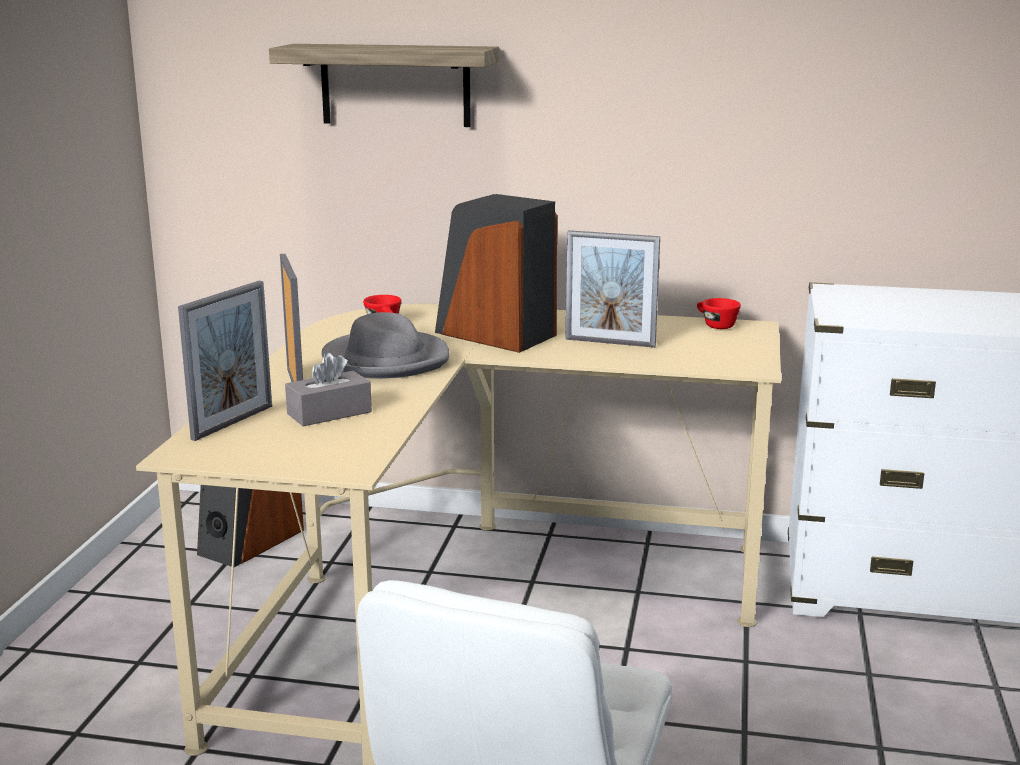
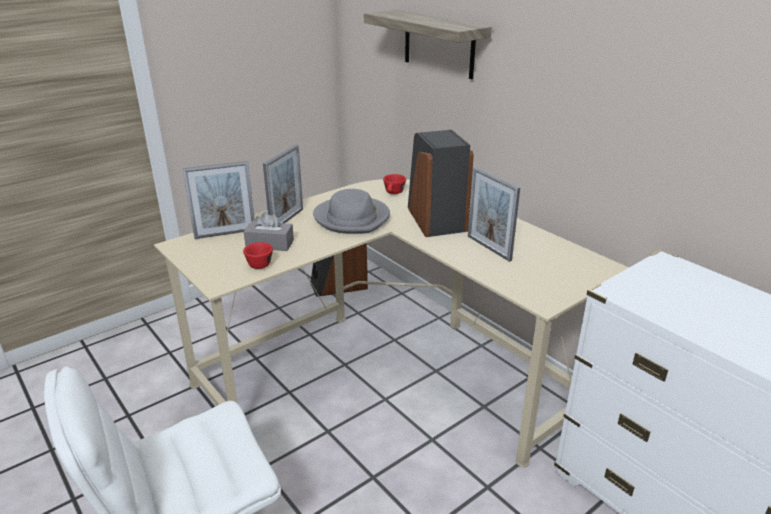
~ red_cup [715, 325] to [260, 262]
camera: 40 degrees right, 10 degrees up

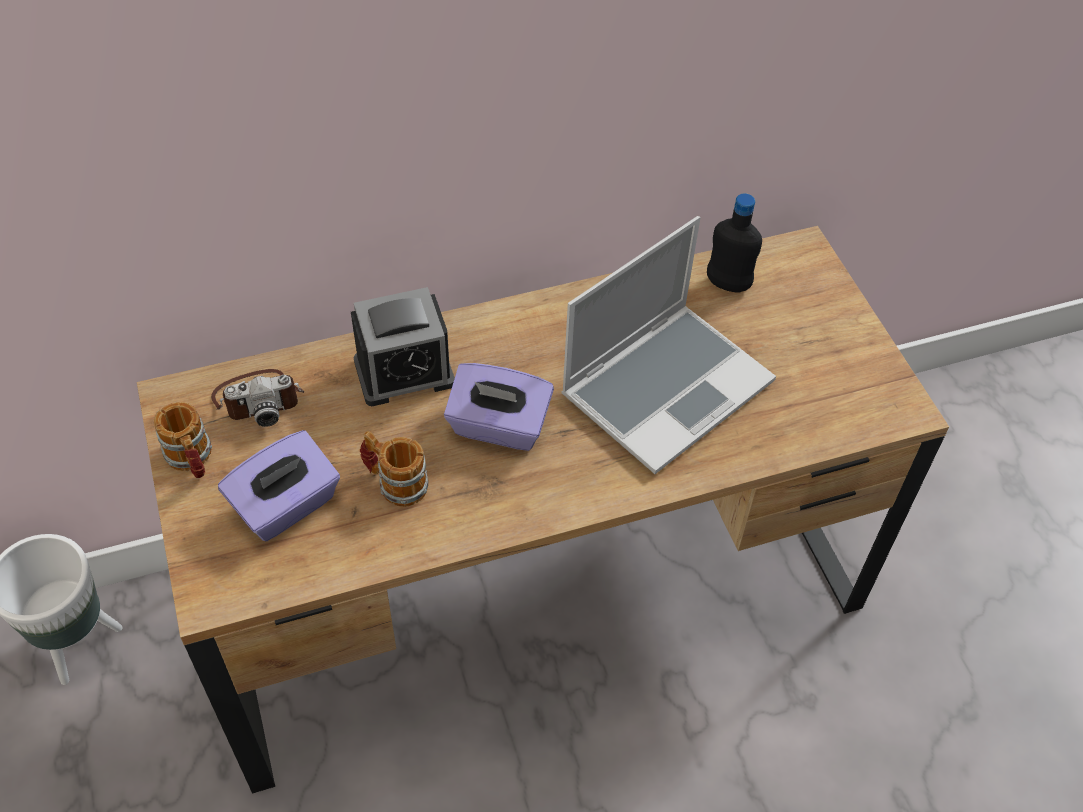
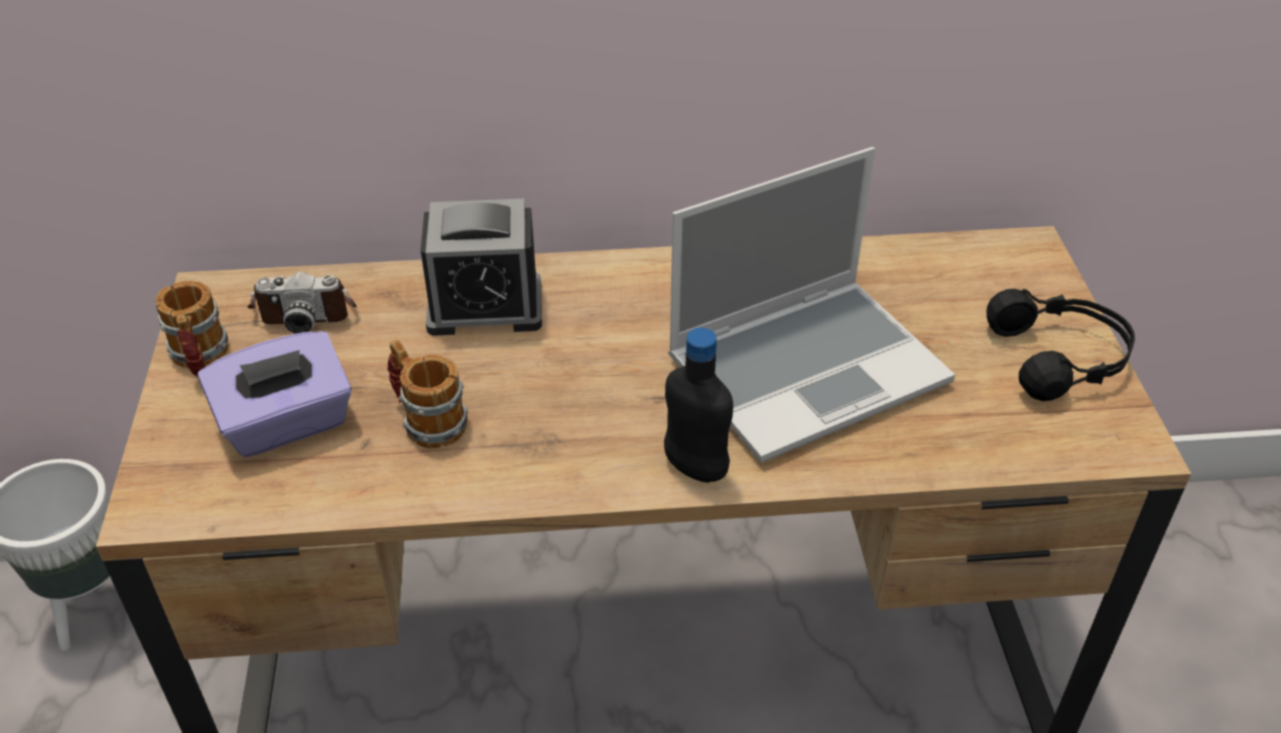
~ black_bottle [727, 284] to [695, 468]
+ black_headphones [1060, 358]
- purple_tissue_box [498, 427]
camera: 15 degrees right, 10 degrees down

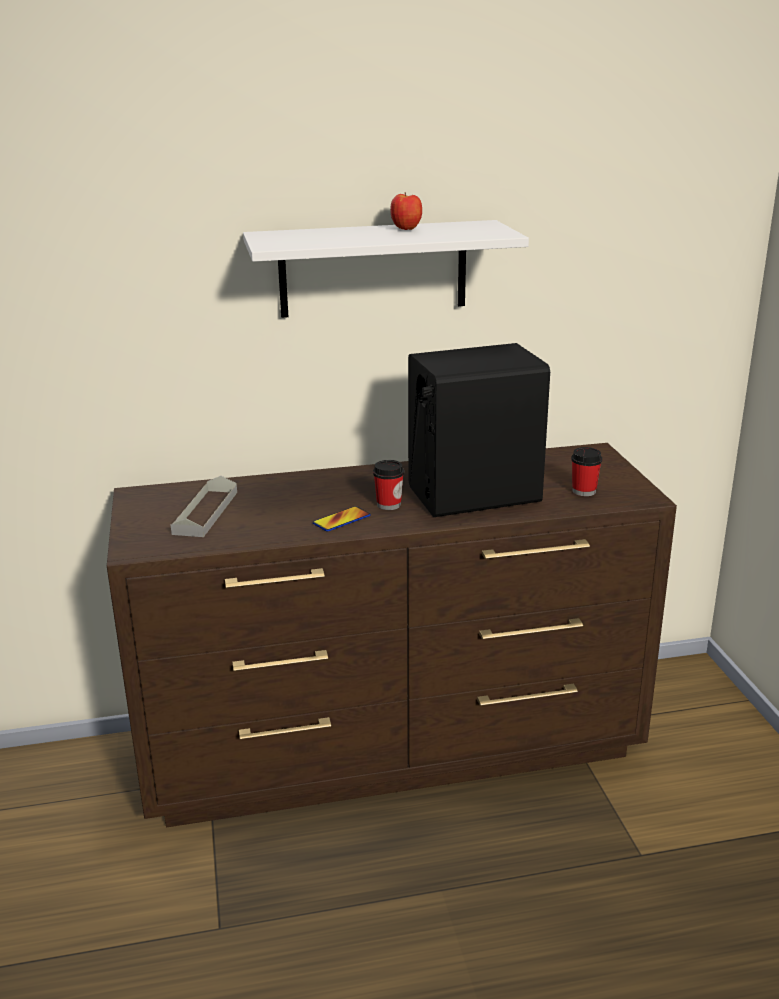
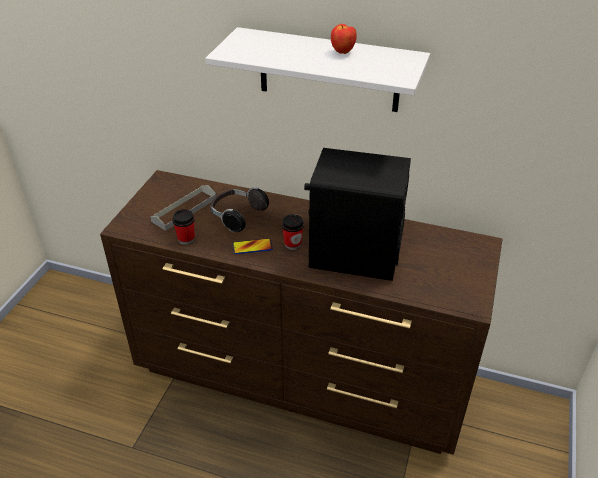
~ cup [584, 491] to [186, 239]
+ headphones [237, 216]
camera: 30 degrees right, 15 degrees up

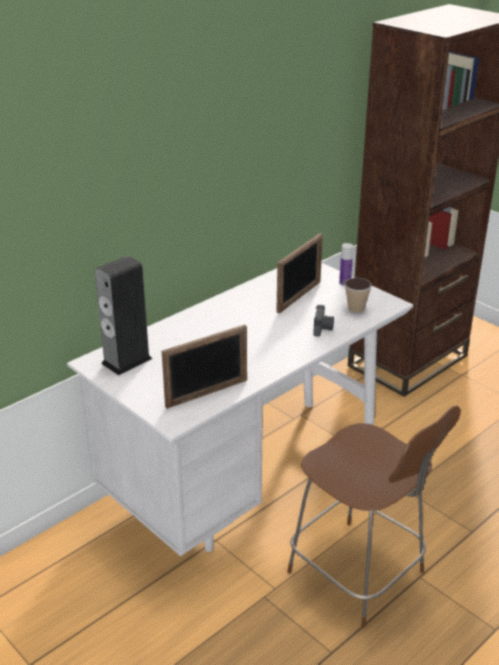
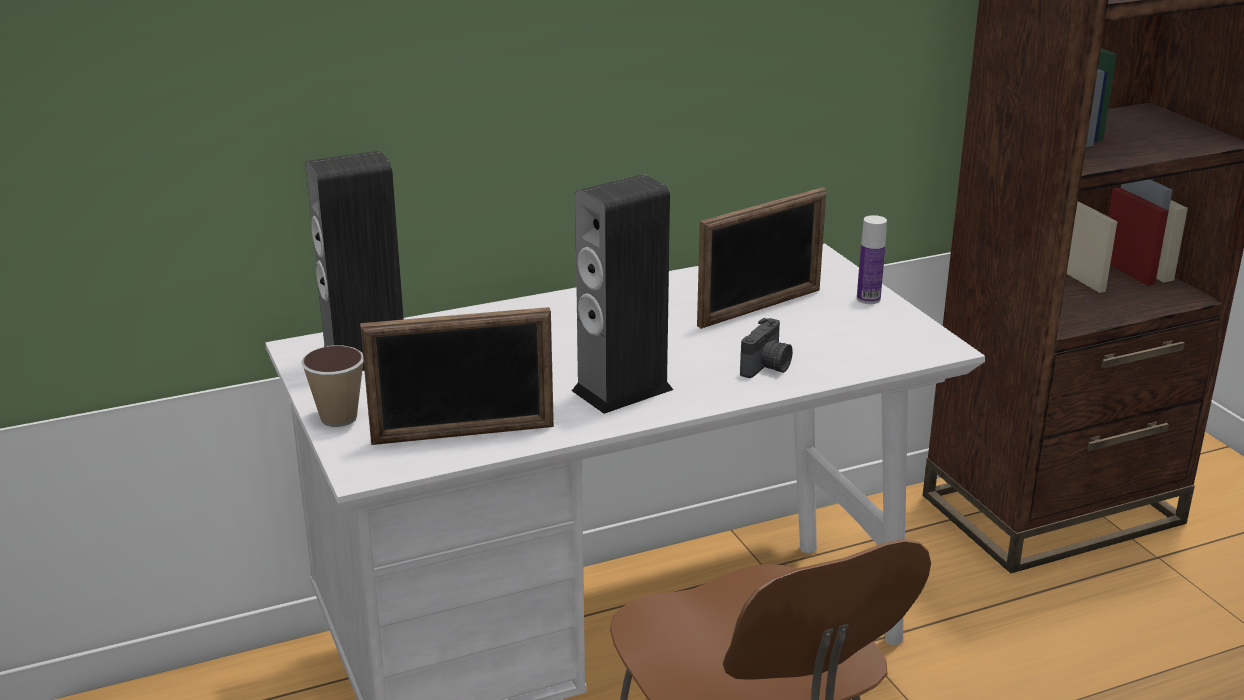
~ cup [356, 309] to [338, 418]
+ speaker [622, 390]
camera: 20 degrees right, 5 degrees down

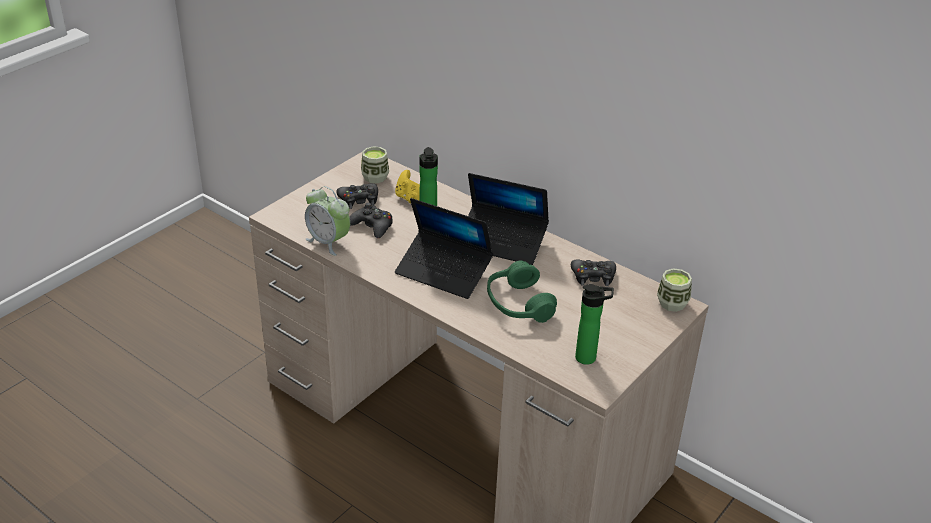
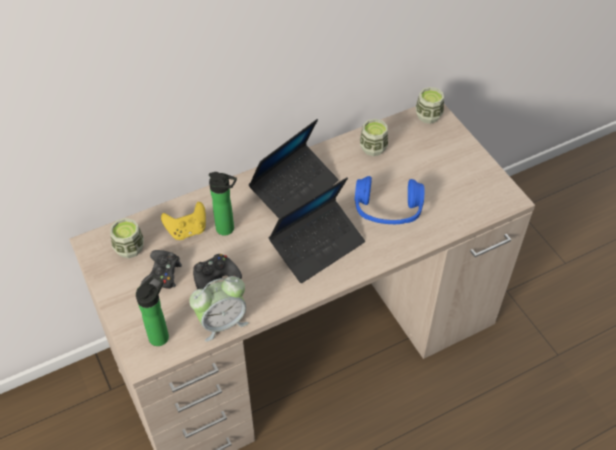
~ bottle [589, 358] to [161, 335]
~ green_headphones [518, 304] to blue_headphones [388, 210]
~ black_game_controller [593, 277] to cup [373, 148]
camera: 65 degrees left, 15 degrees up

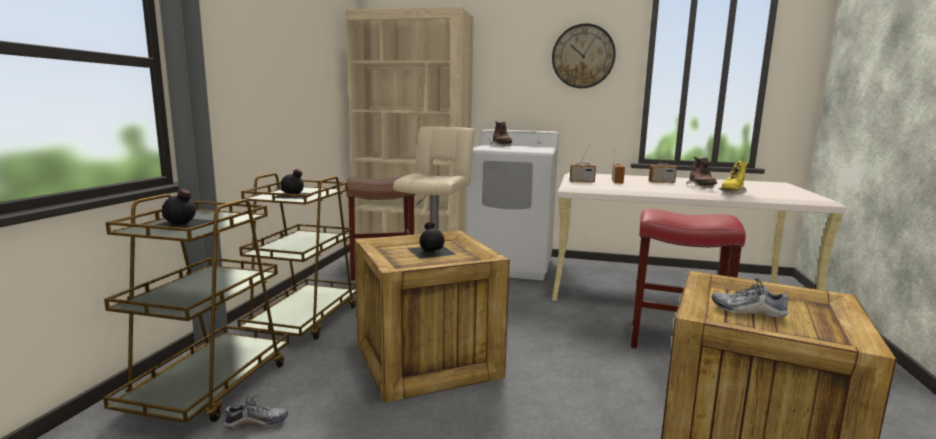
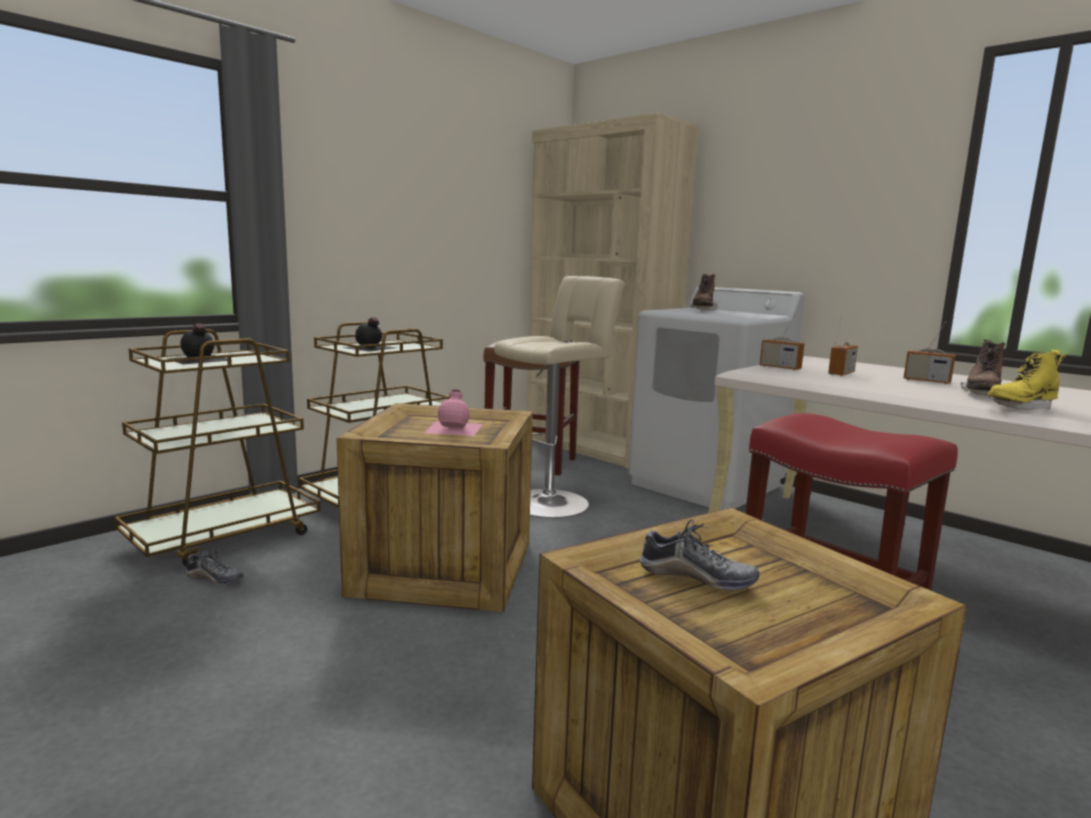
~ black_bottle [431, 251] to pink_bottle [455, 428]
~ shoe [748, 311] = [696, 577] 150 degrees clockwise
- wall_clock [583, 56]
camera: 30 degrees right, 0 degrees up

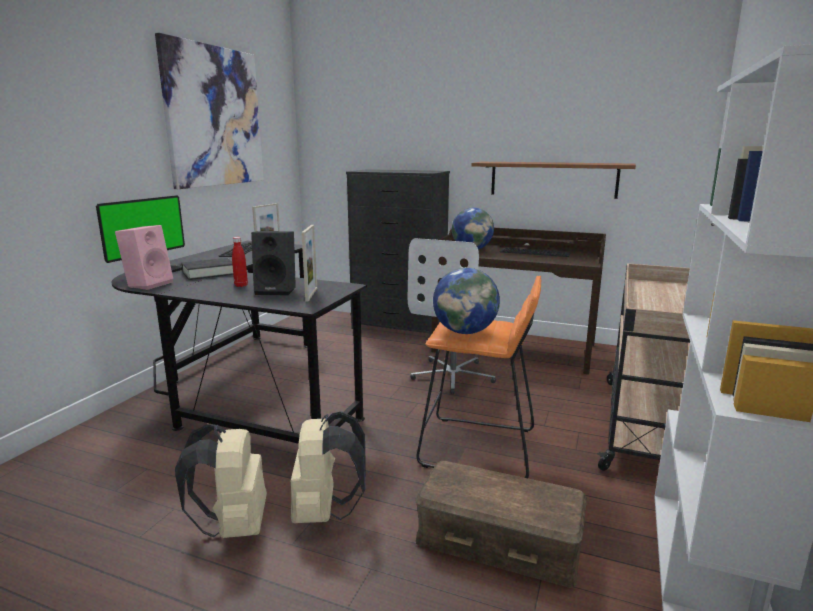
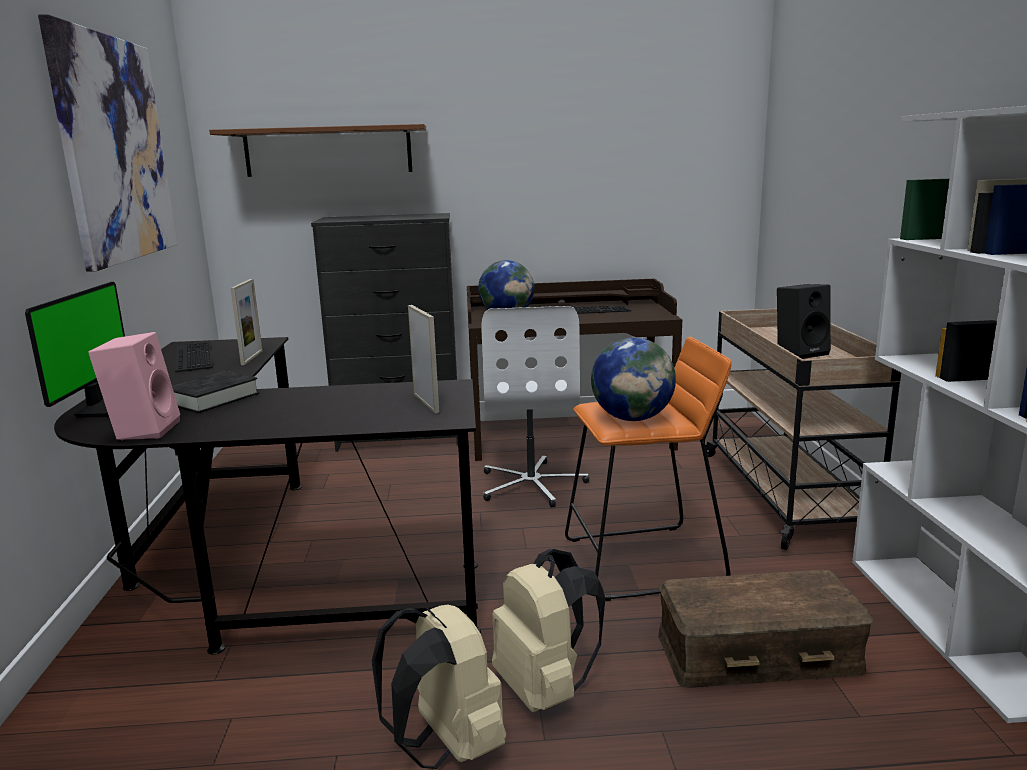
~ brown_shelf [553, 179] to [328, 151]
~ black_speaker [277, 290] to [800, 352]
- red_bottle [241, 285]
camera: 25 degrees left, 0 degrees up

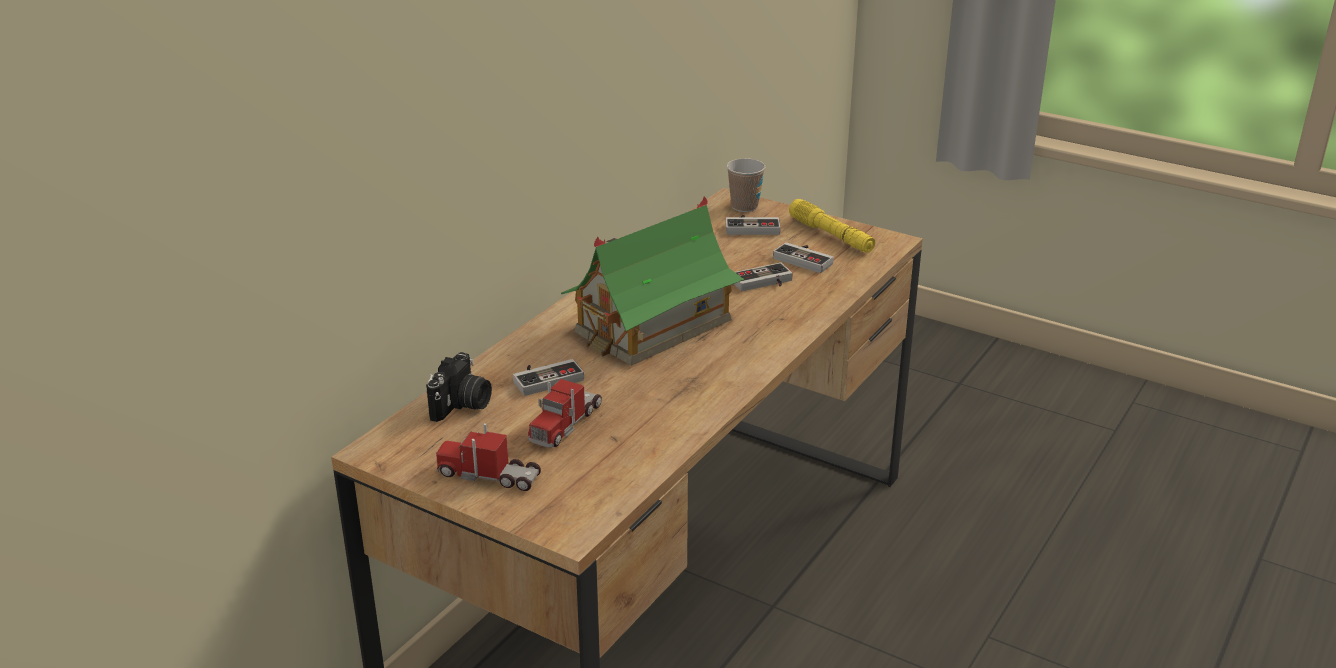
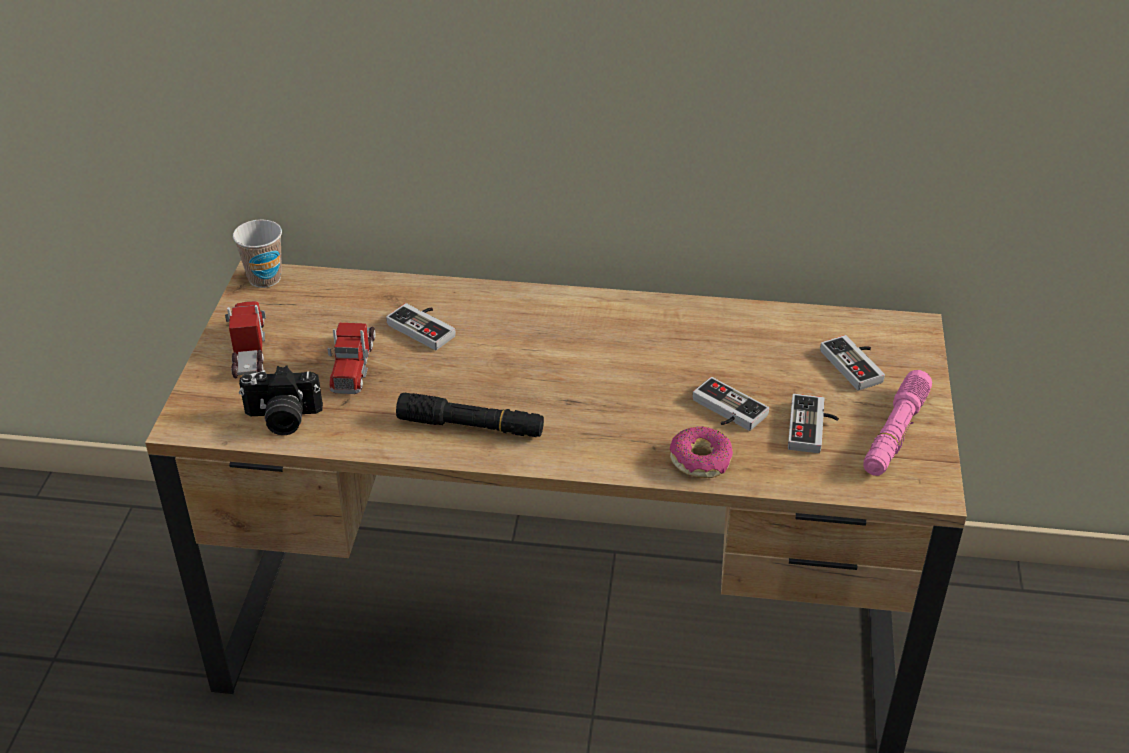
~ cup [744, 206] to [265, 278]
~ photo_camera [462, 405] to [282, 419]
~ toy_truck [565, 424] = [354, 364] 90 degrees counterclockwise
+ black_flashlight [471, 426]
+ donut [700, 460]
~ yellow_flashlight [831, 235] to pink_flashlight [895, 433]
- toy_house [652, 326]
camera: 65 degrees right, 10 degrees up

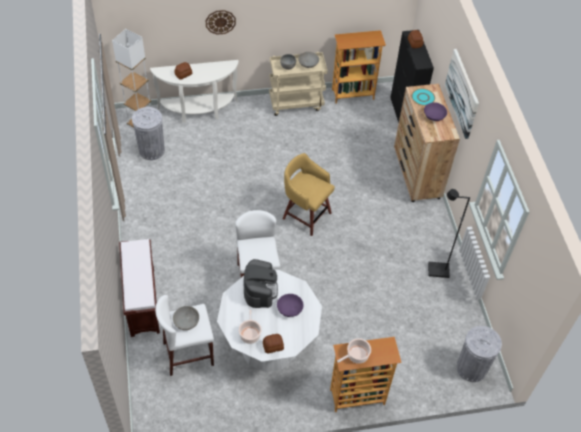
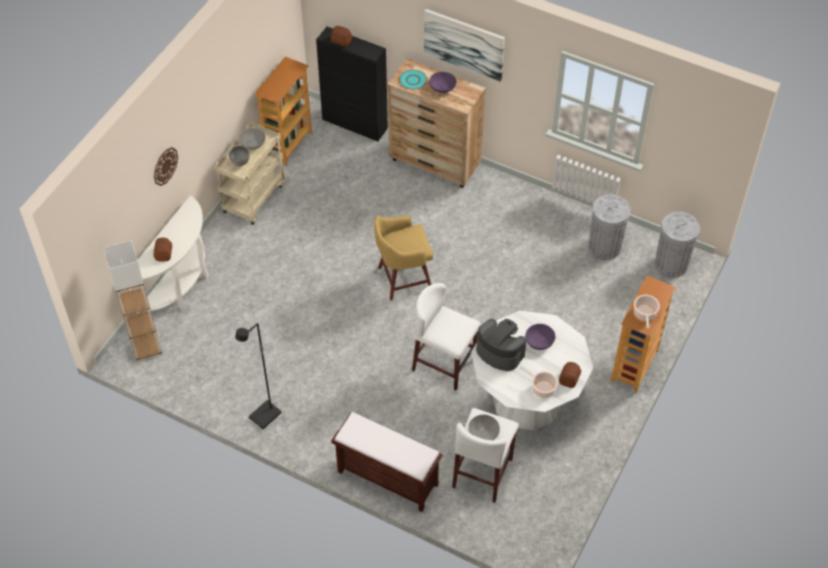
~ black_floor_lamp [438, 271] to [265, 416]
~ grey_trash_can [151, 150] to [604, 247]
camera: 50 degrees left, 0 degrees up

